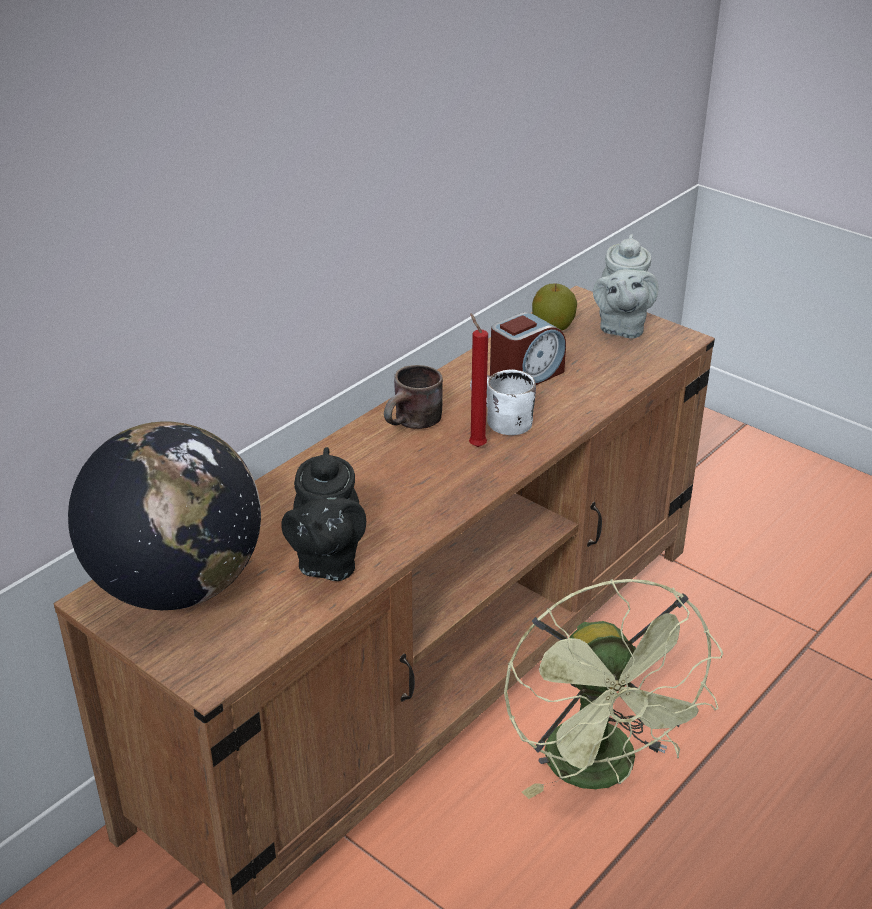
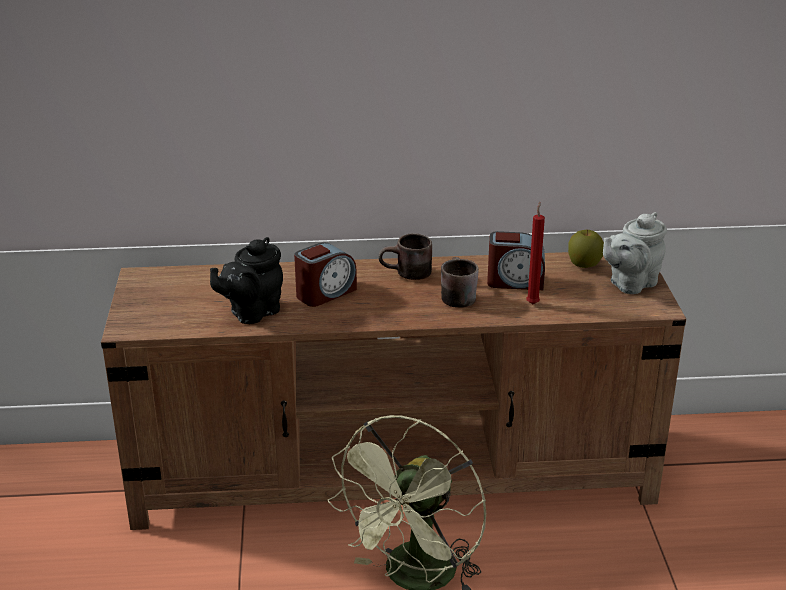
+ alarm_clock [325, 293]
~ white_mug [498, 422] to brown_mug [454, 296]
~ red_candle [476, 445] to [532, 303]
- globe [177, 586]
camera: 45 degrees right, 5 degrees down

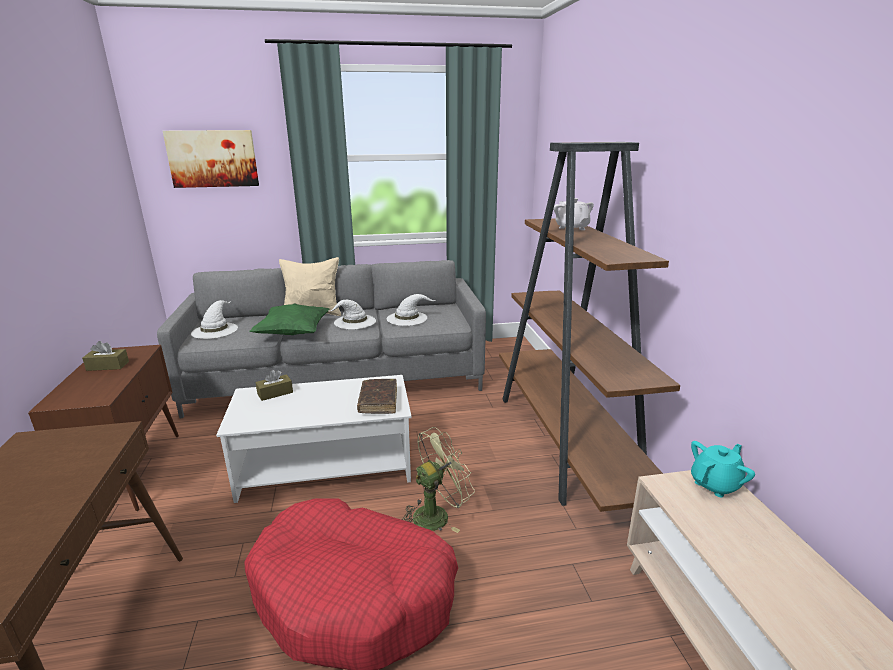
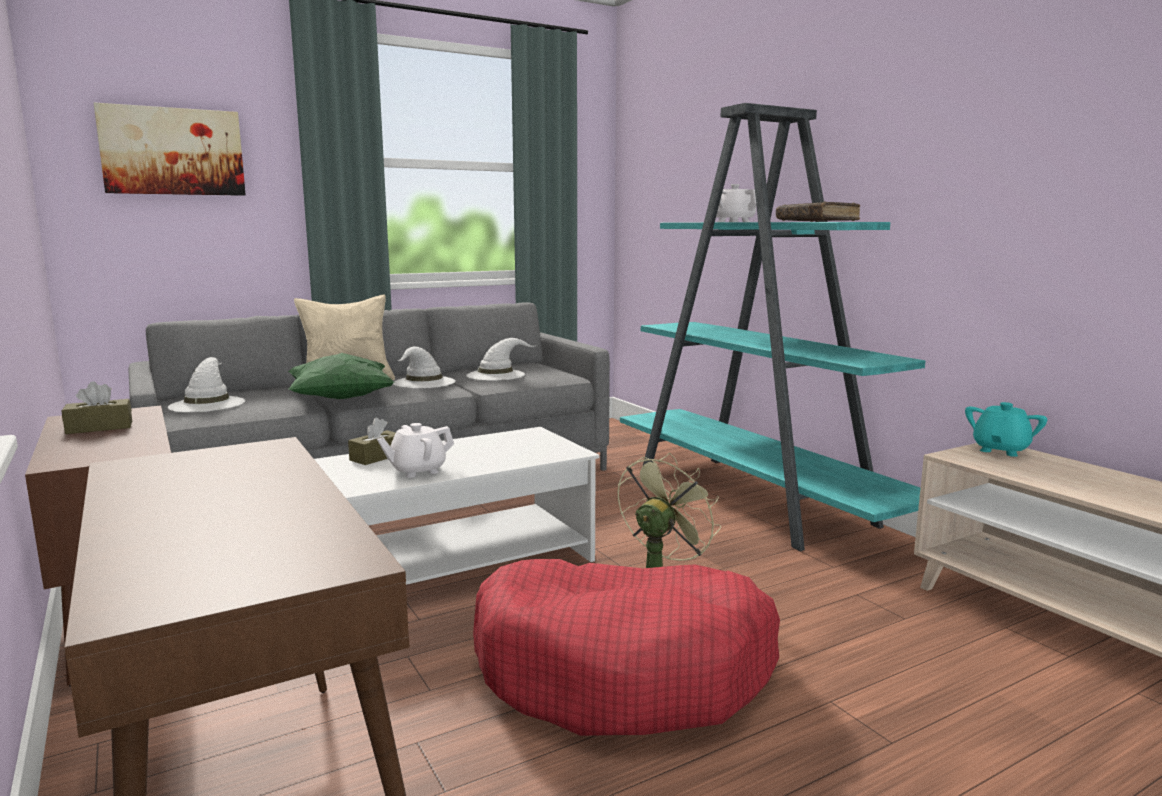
+ white_teapot [417, 471]
~ brown_bookcase [566, 442] to turquoise_bookcase [754, 500]
~ brown_book [378, 401] to [816, 221]
camera: 20 degrees left, 10 degrees down

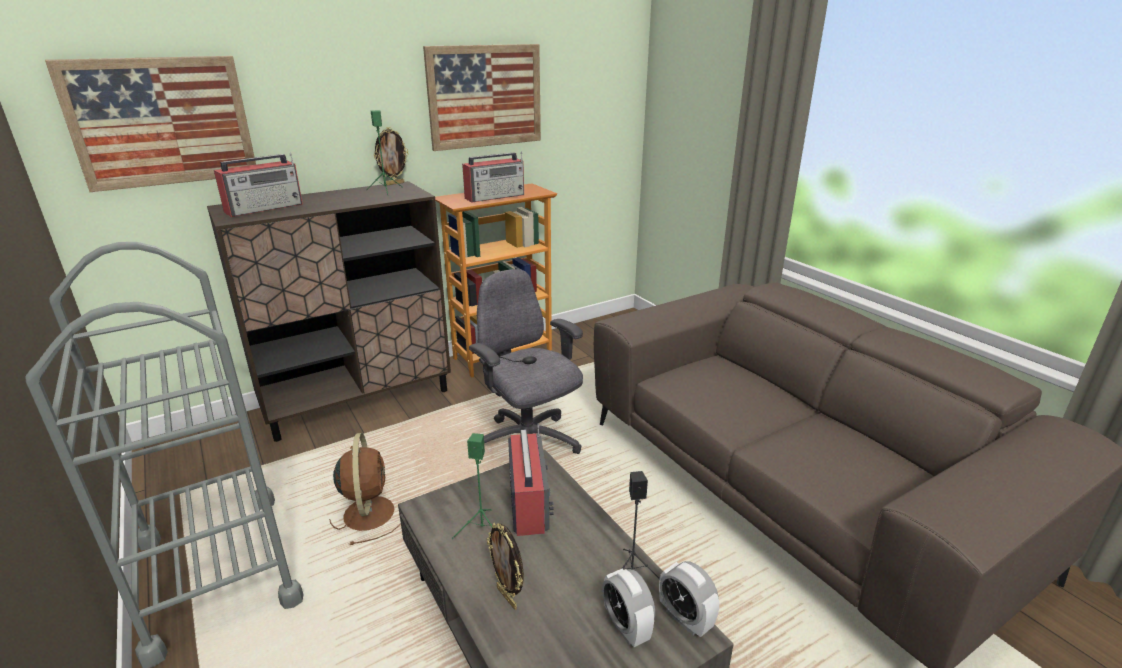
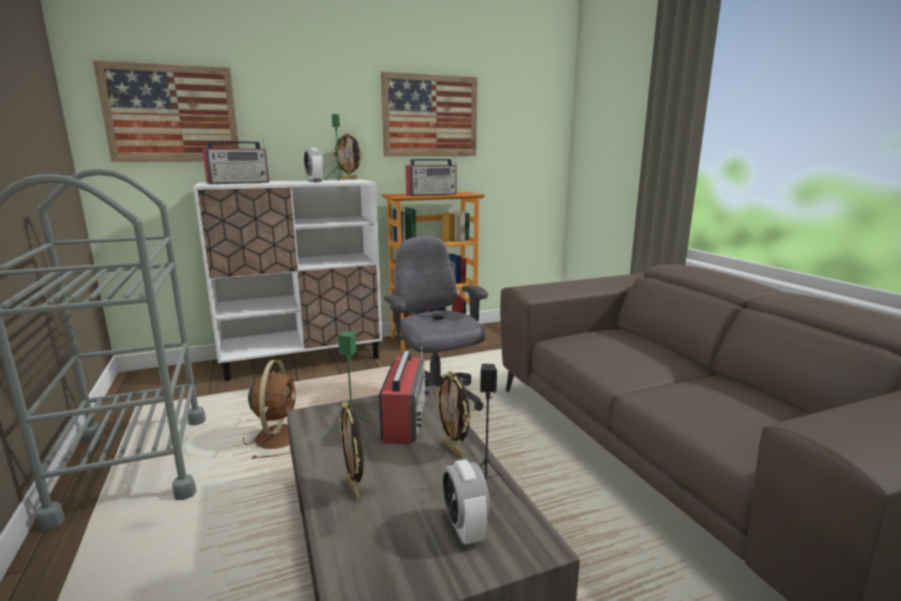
~ brown_cabinet [359, 400] to white_cabinet [303, 359]
~ alarm_clock [685, 619] to [315, 181]
+ picture_frame [453, 449]
camera: 10 degrees right, 10 degrees down

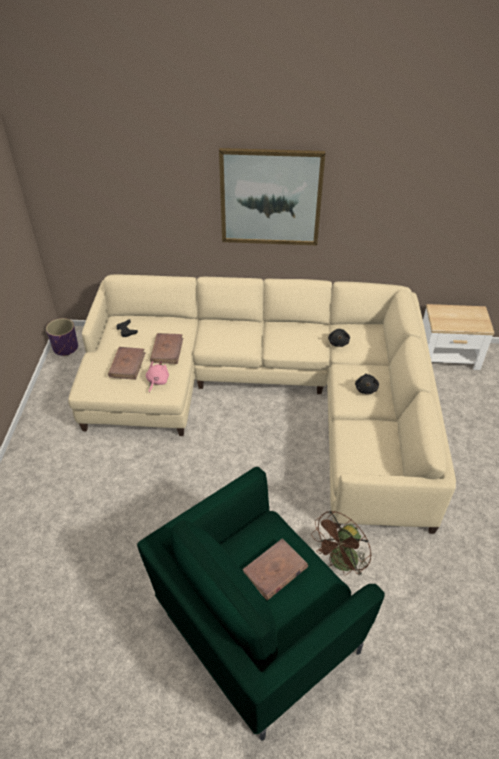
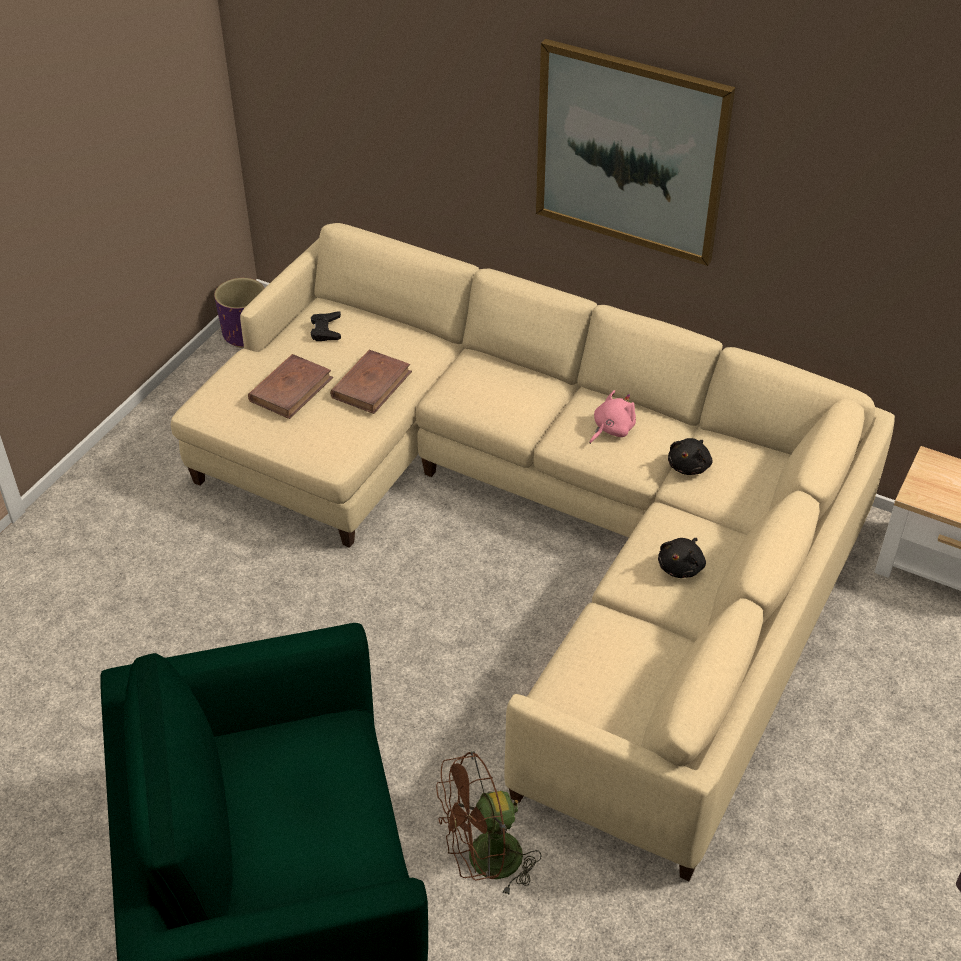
~ pink_plush_toy [157, 381] to [611, 429]
- brown_book [274, 571]
camera: 25 degrees right, 0 degrees up

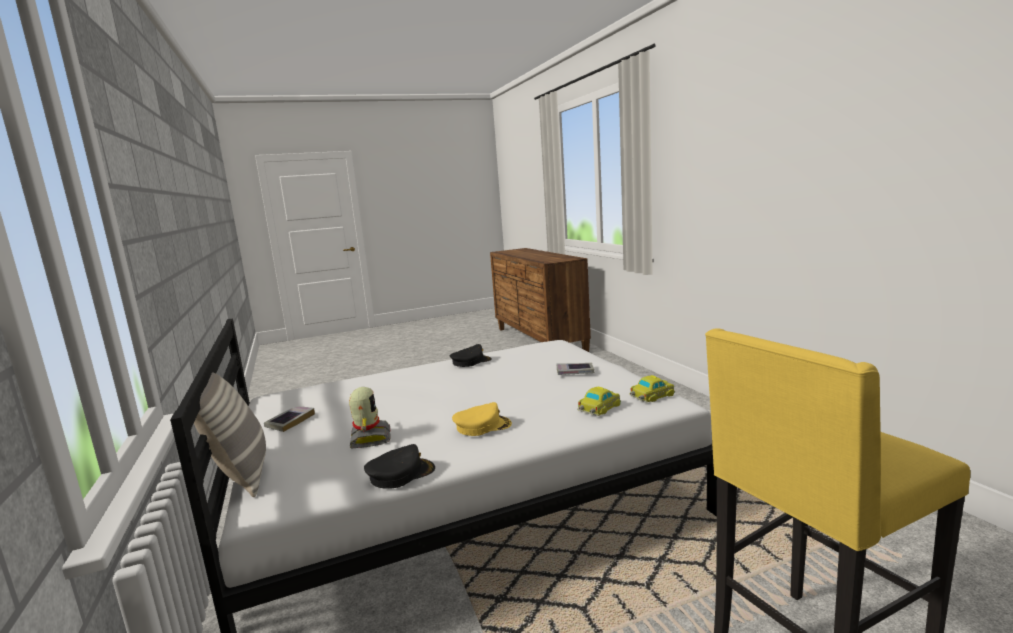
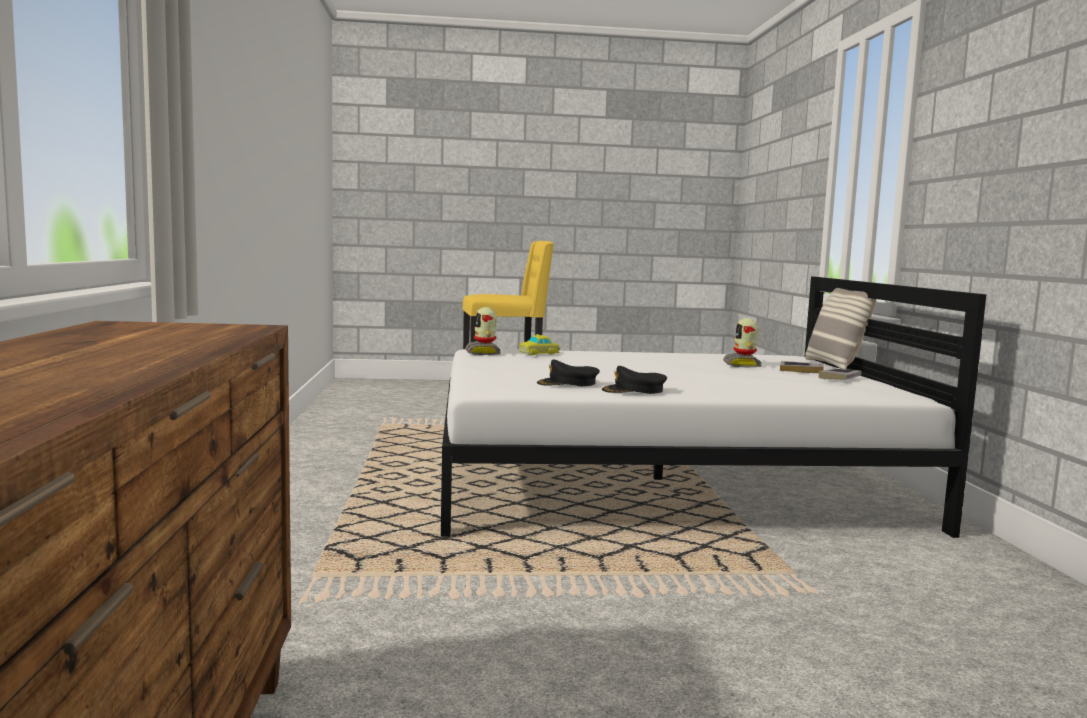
~ toy_car [651, 396] to toy_robot [483, 352]
~ black_cap [401, 474] to [568, 383]
~ book [575, 372] to [801, 370]
- yellow_cap [482, 426]
camera: 165 degrees left, 5 degrees down

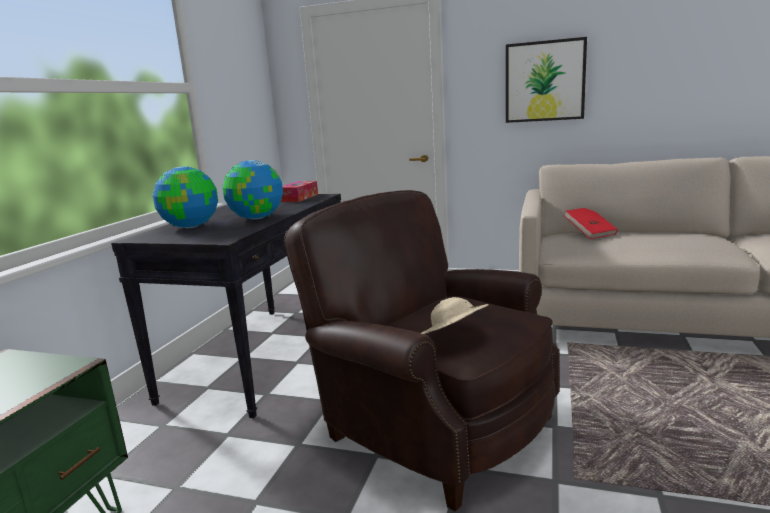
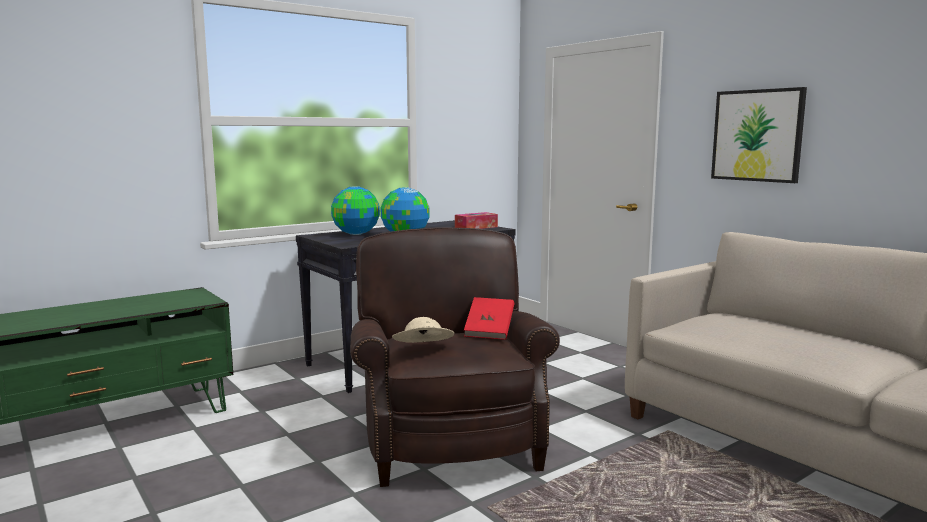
~ red_book [589, 233] to [489, 331]
camera: 35 degrees right, 5 degrees down

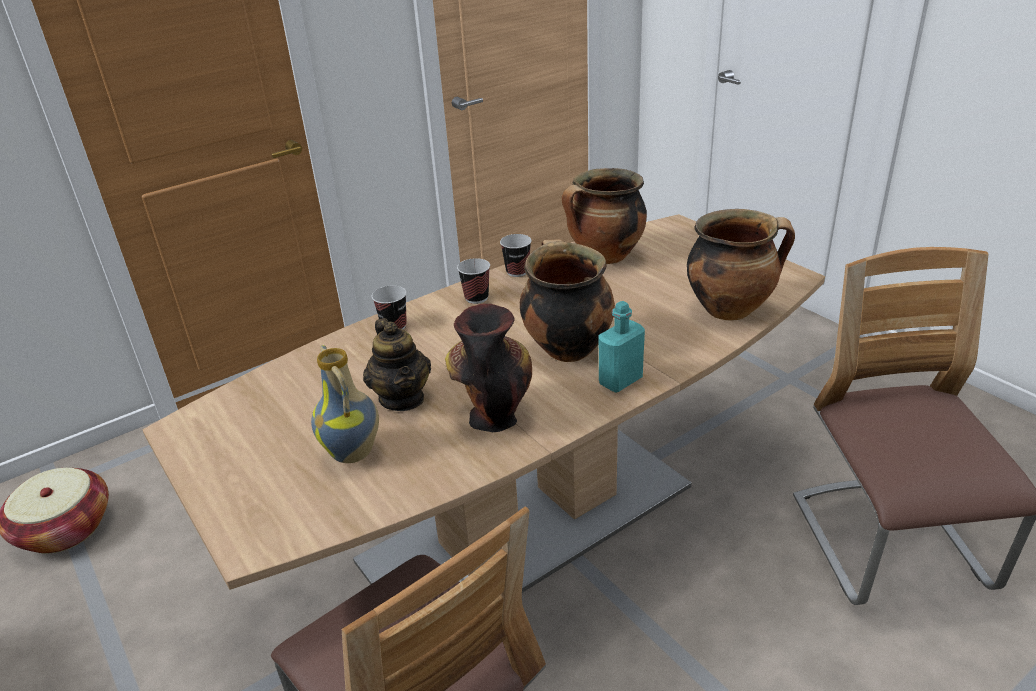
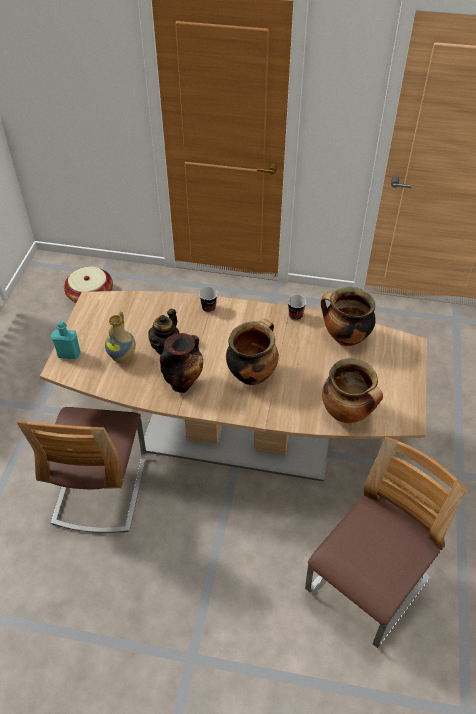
~ turquoise_bottle [620, 381] to [69, 354]
- cup [476, 298]
camera: 45 degrees right, 15 degrees up

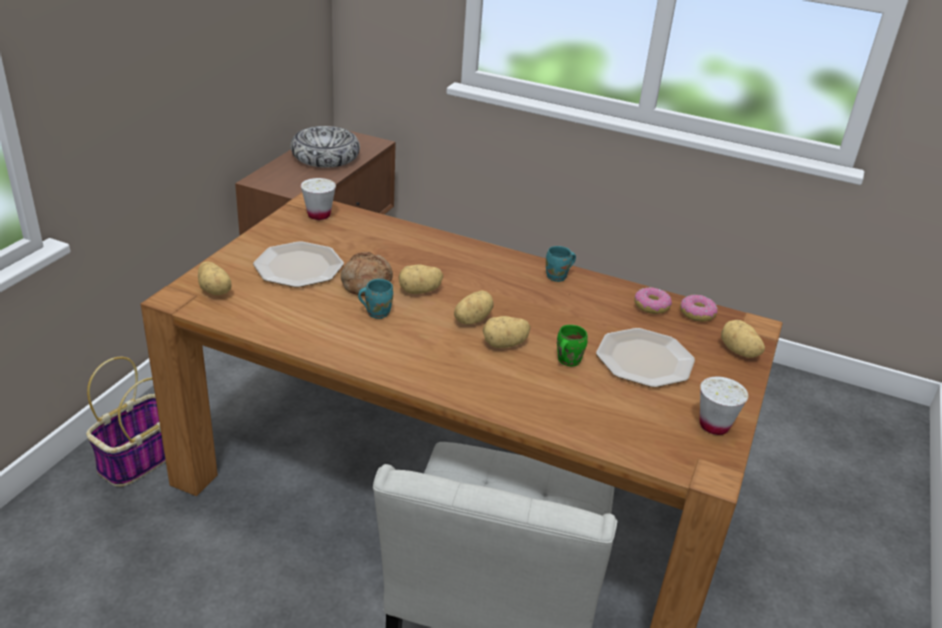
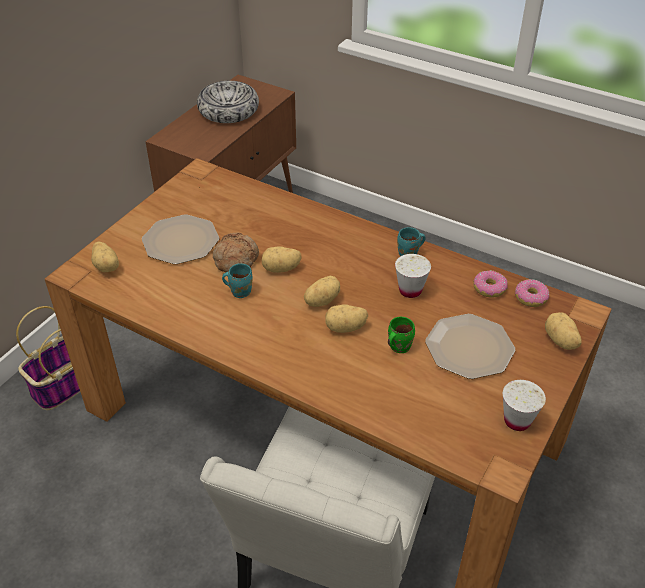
~ white_cup [319, 215] to [410, 290]
camera: 10 degrees right, 10 degrees up

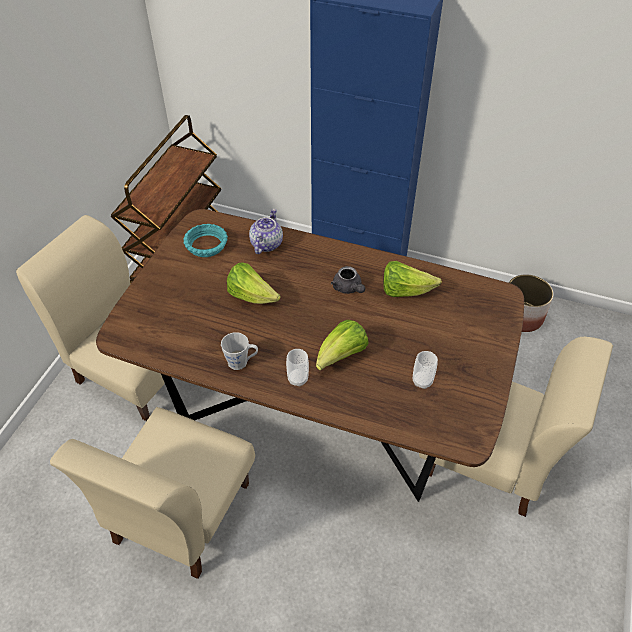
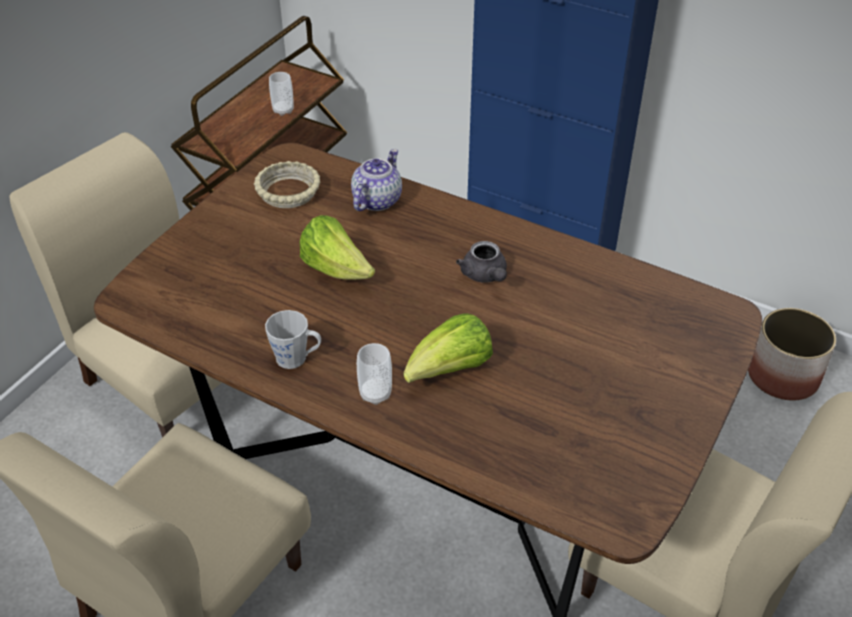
~ turquoise_bowl [206, 245] to beige_bowl [288, 192]
~ cup [422, 381] to [283, 110]
- lettuce [405, 291]
camera: 10 degrees right, 5 degrees down

